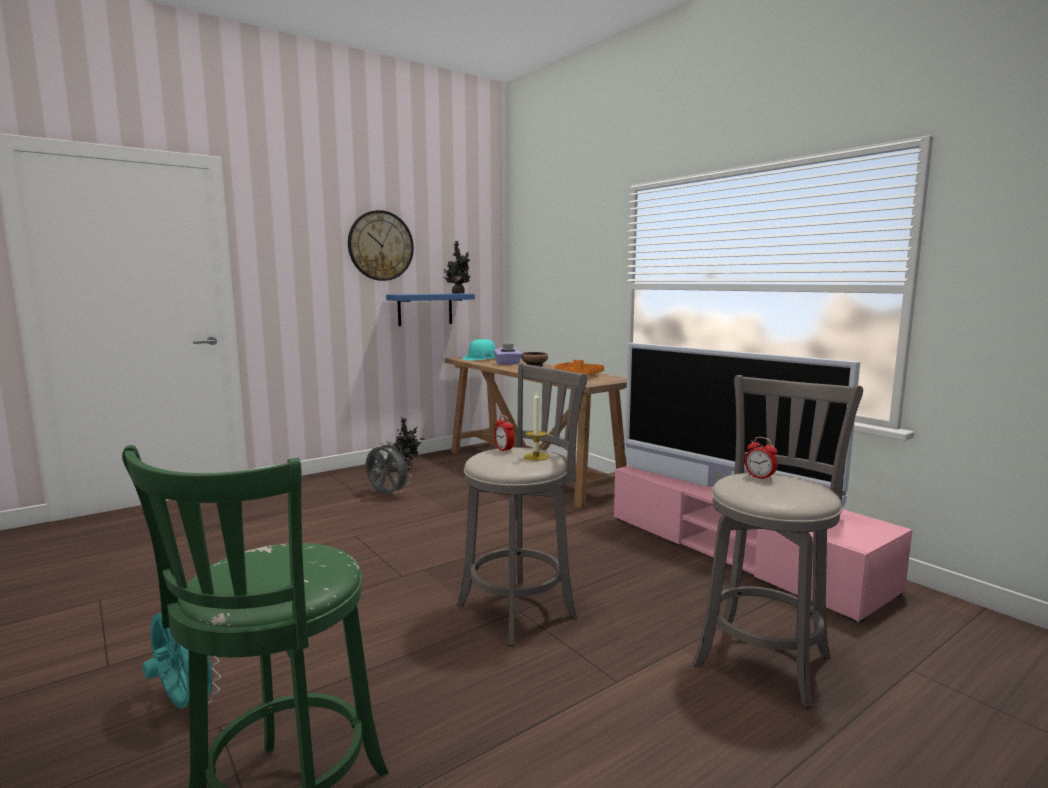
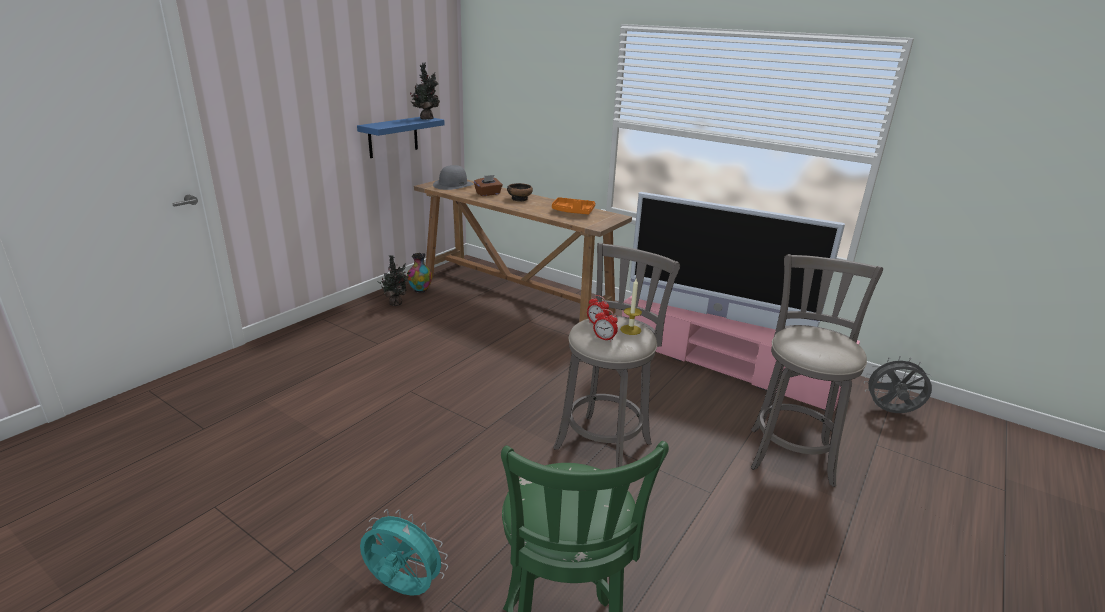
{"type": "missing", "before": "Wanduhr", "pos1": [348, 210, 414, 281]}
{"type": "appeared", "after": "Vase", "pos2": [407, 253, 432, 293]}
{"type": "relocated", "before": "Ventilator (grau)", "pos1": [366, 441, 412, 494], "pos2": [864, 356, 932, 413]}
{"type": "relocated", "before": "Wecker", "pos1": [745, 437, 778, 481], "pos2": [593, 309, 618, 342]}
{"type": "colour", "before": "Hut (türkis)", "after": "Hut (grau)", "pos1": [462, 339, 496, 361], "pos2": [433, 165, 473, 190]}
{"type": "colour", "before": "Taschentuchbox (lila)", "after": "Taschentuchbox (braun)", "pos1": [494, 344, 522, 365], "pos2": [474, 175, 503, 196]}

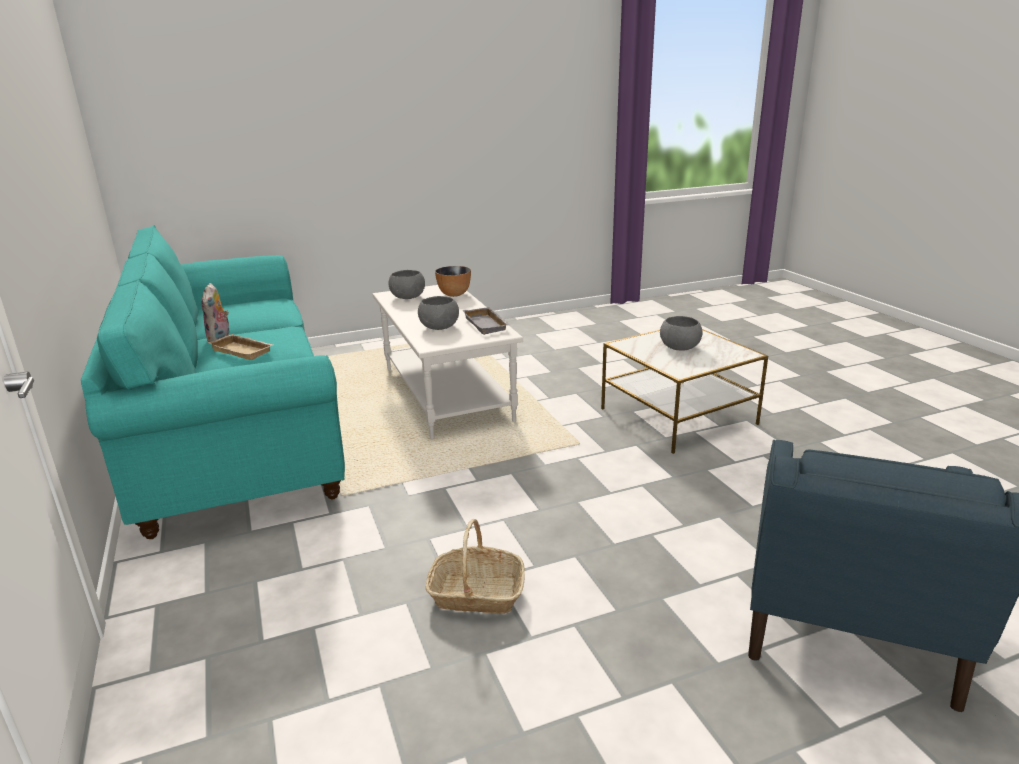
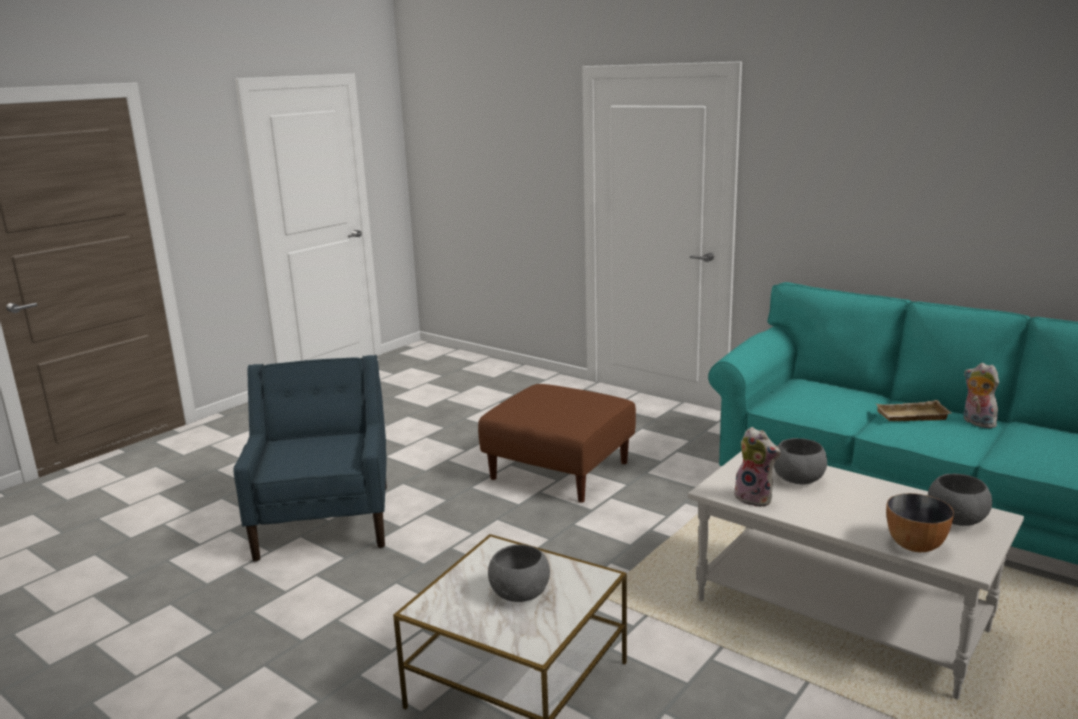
{"type": "exchanged", "before": "Korb", "after": "Polsterhocker (braun)", "pos1": [426, 519, 525, 614], "pos2": [478, 384, 636, 503]}
{"type": "exchanged", "before": "Tablett (grau)", "after": "Plüschtier", "pos1": [463, 307, 510, 335], "pos2": [731, 427, 781, 507]}

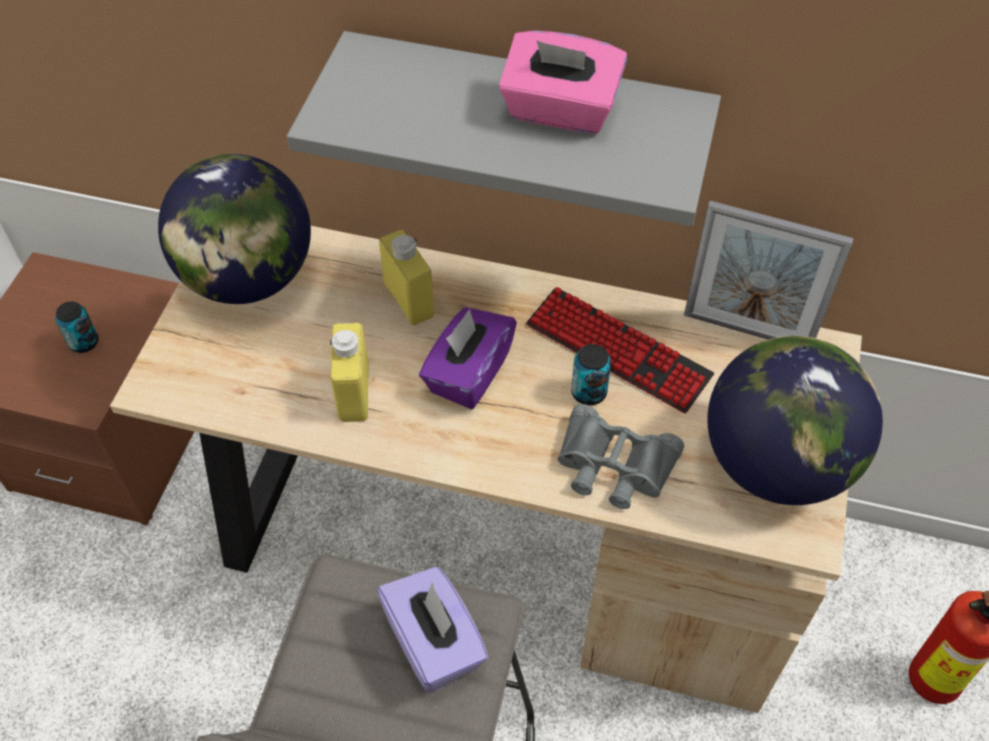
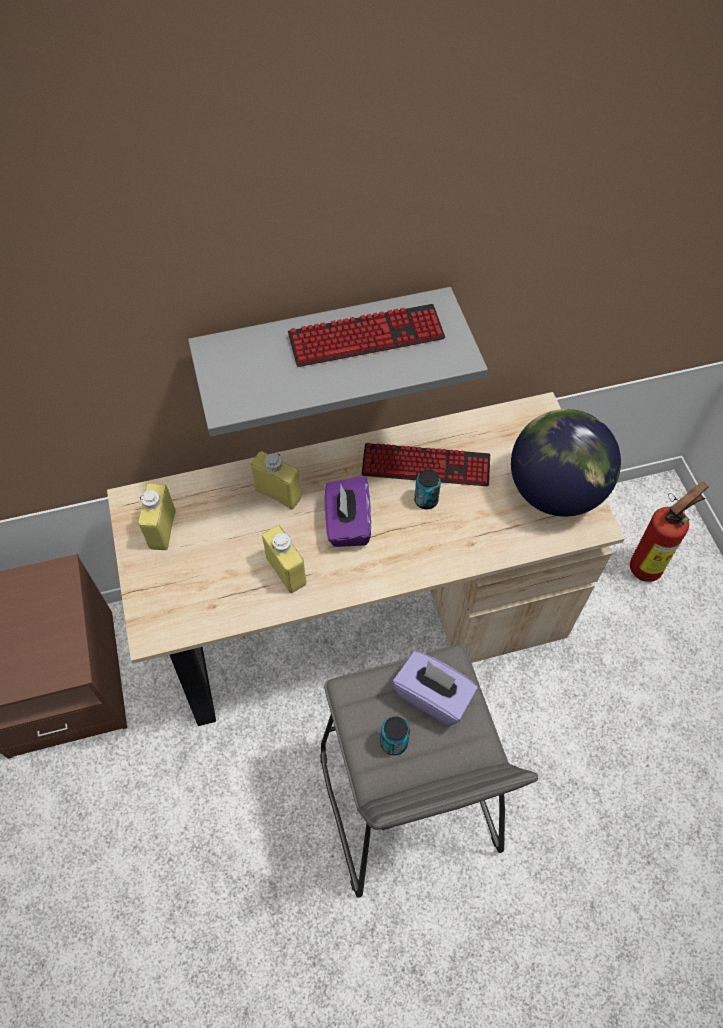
{"type": "missing", "before": "Fernglas (grau)", "pos1": [558, 404, 684, 509]}
{"type": "missing", "before": "Bilderrahmen", "pos1": [684, 201, 854, 339]}
{"type": "relocated", "before": "Dose", "pos1": [55, 301, 99, 353], "pos2": [380, 716, 410, 755]}
{"type": "exchanged", "before": "Globus", "after": "Flasche (gelb)", "pos1": [158, 154, 311, 304], "pos2": [138, 483, 176, 550]}
{"type": "exchanged", "before": "Taschentuchbox (rosa)", "after": "Tastatur", "pos1": [499, 31, 627, 134], "pos2": [288, 304, 445, 367]}

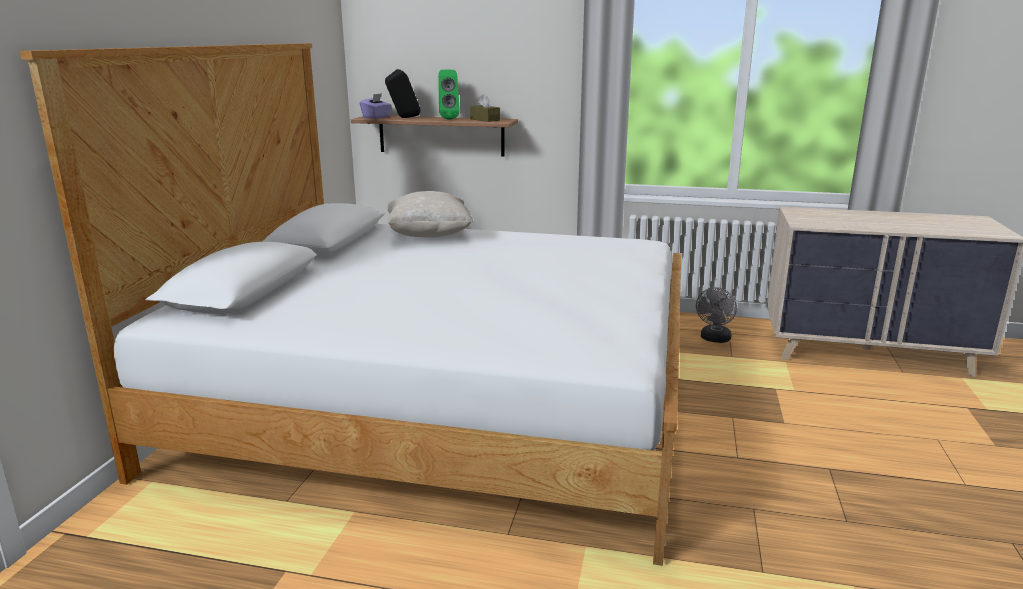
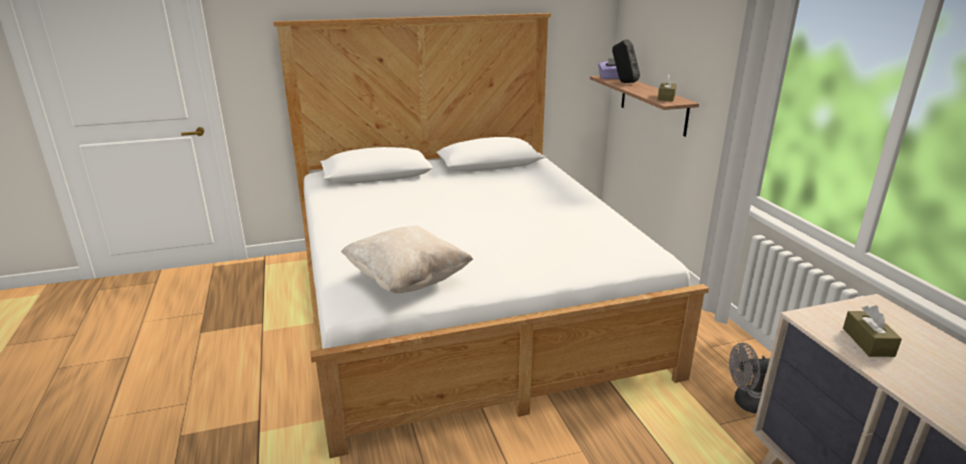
{"type": "missing", "before": "Lautsprecher (grün)", "pos1": [438, 70, 460, 119]}
{"type": "appeared", "after": "Taschentuchbox (braun)", "pos2": [843, 305, 902, 357]}
{"type": "relocated", "before": "Kissen (beige)", "pos1": [387, 191, 473, 237], "pos2": [341, 226, 473, 293]}

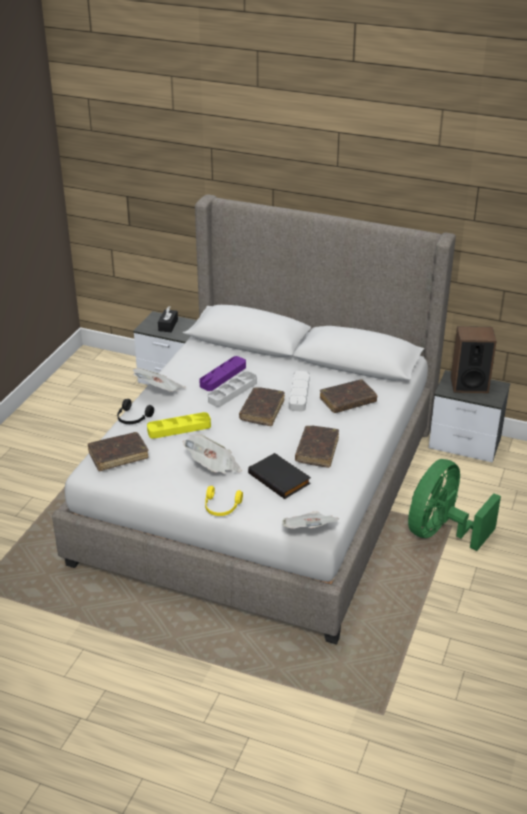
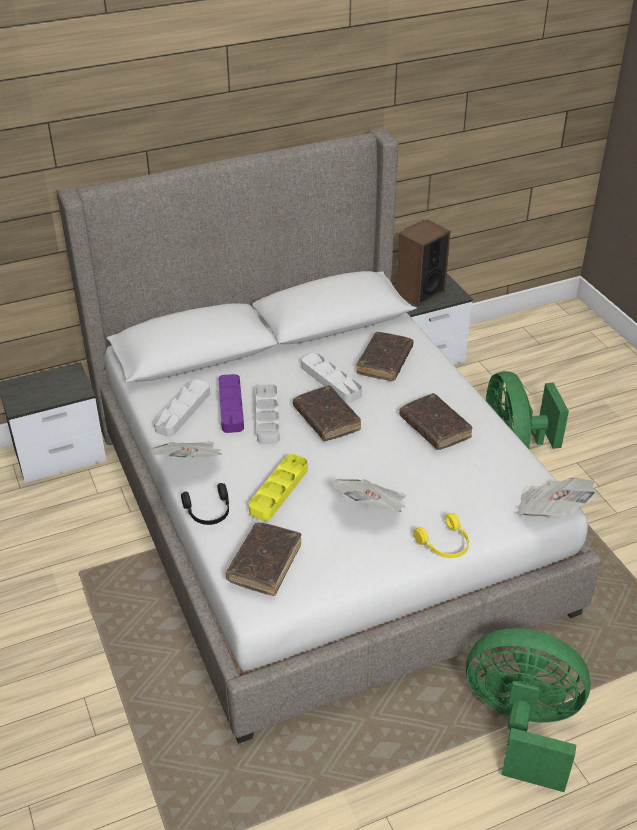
{"type": "missing", "before": "Taschentuchbox (schwarz)", "pos1": [158, 306, 178, 332]}
{"type": "missing", "before": "Buch (schwarz)", "pos1": [248, 453, 311, 499]}
{"type": "appeared", "after": "Tablett (grau)", "pos2": [154, 379, 210, 437]}
{"type": "appeared", "after": "Ventilator (grün)", "pos2": [466, 628, 591, 792]}

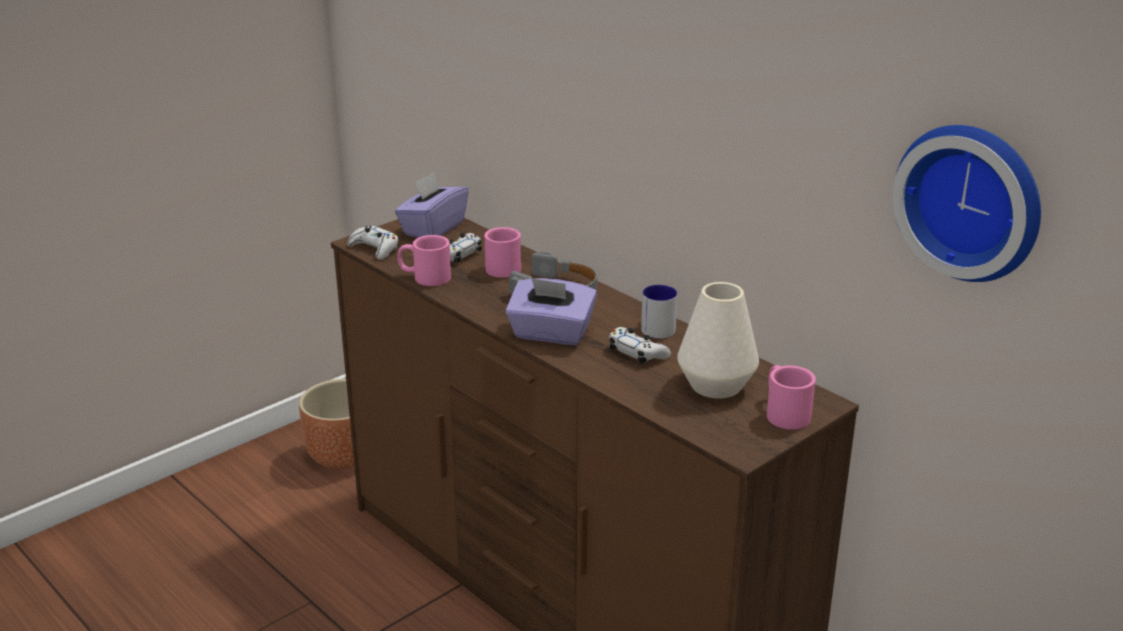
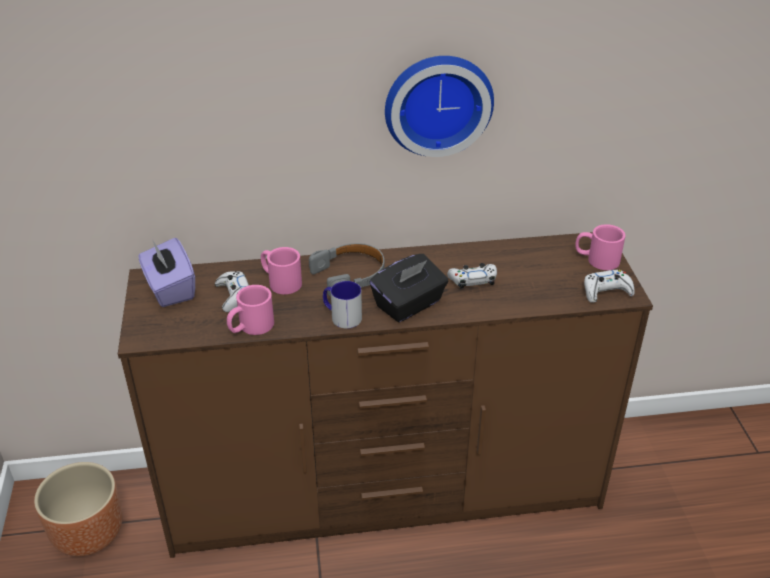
{"type": "missing", "before": "Vase (weiß)", "pos1": [677, 282, 759, 398]}
{"type": "relocated", "before": "Gamepad (weiß)", "pos1": [347, 226, 399, 260], "pos2": [584, 270, 635, 303]}
{"type": "relocated", "before": "Henkelbecher", "pos1": [641, 285, 678, 339], "pos2": [323, 281, 362, 329]}
{"type": "relocated", "before": "Wanduhr", "pos1": [893, 125, 1041, 282], "pos2": [385, 56, 494, 157]}
{"type": "colour", "before": "Taschentuchbox (lila)", "after": "Taschentuchbox (schwarz)", "pos1": [506, 278, 597, 345], "pos2": [370, 254, 449, 322]}

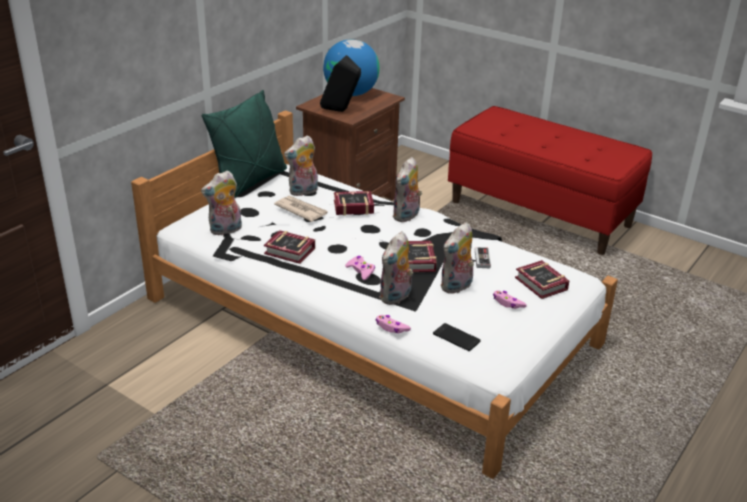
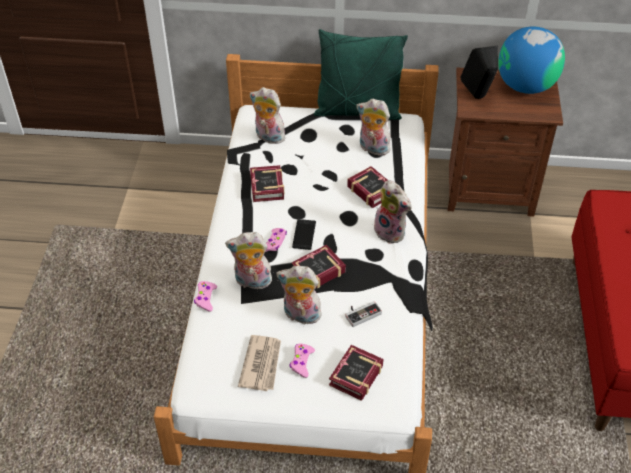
{"type": "relocated", "before": "Zeitung", "pos1": [274, 196, 328, 222], "pos2": [238, 335, 281, 391]}
{"type": "relocated", "before": "Handy", "pos1": [433, 323, 481, 351], "pos2": [292, 219, 316, 250]}
{"type": "spun", "before": "Plüschtier", "pos1": [392, 157, 422, 222], "pos2": [373, 180, 412, 244], "turn": -135}

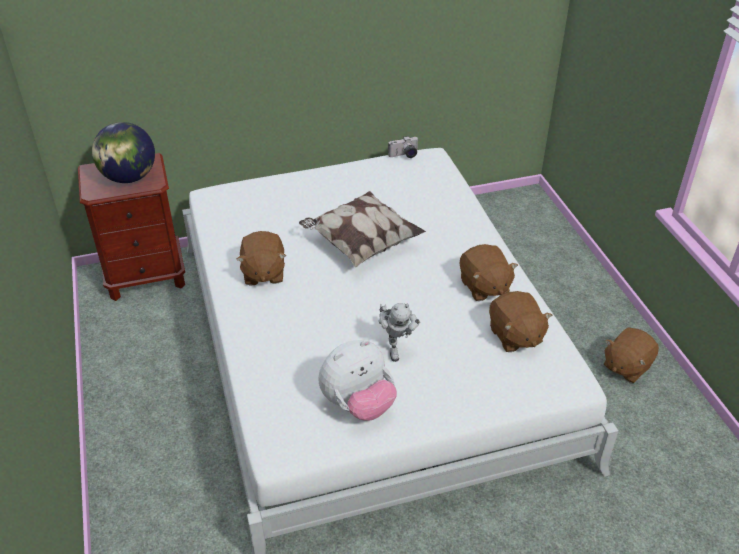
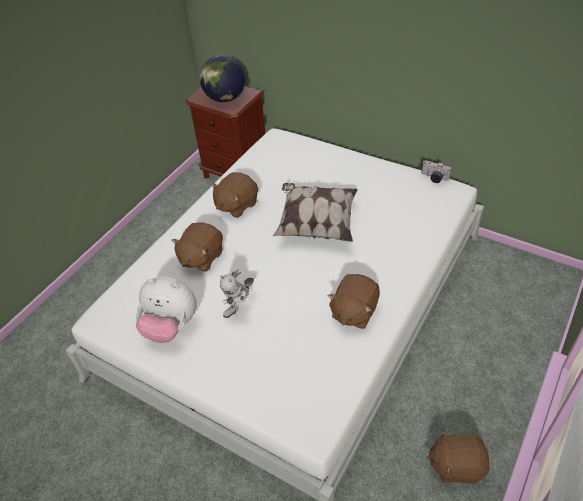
{"type": "relocated", "before": "Plüschtier (braun)", "pos1": [489, 291, 552, 352], "pos2": [171, 222, 223, 272]}

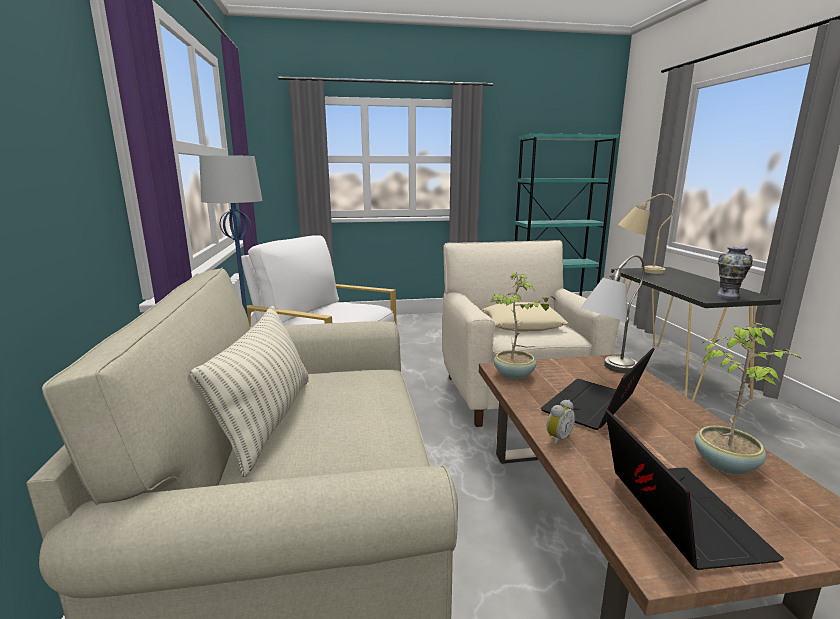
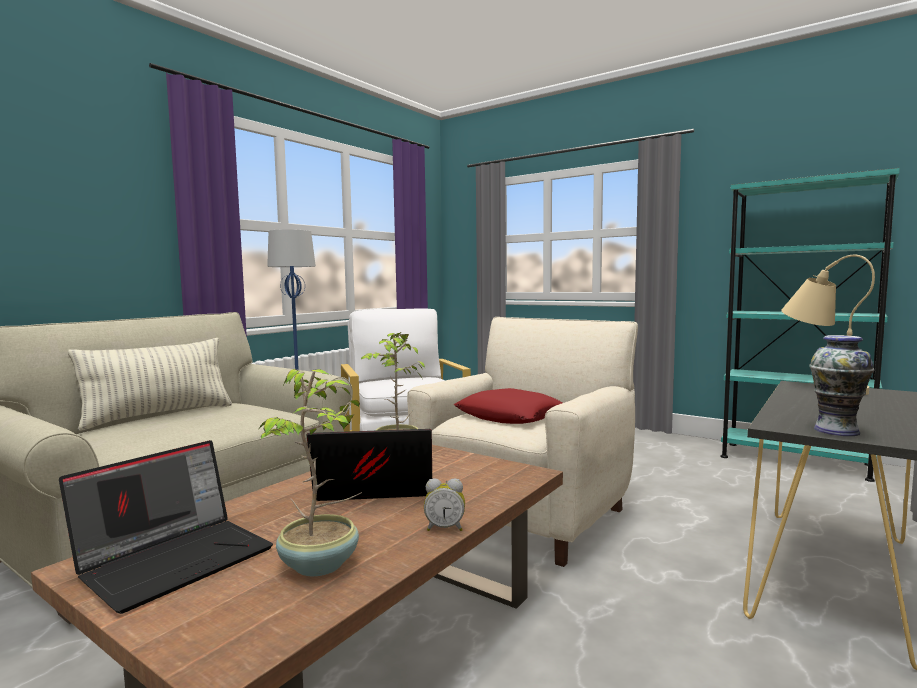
{"type": "missing", "before": "Tischlampe (grau)", "pos1": [580, 255, 645, 373]}
{"type": "relocated", "before": "Wecker", "pos1": [547, 400, 575, 446], "pos2": [424, 478, 465, 531]}
{"type": "colour", "before": "Kissen (beige)", "after": "Kissen (rot)", "pos1": [482, 302, 568, 332], "pos2": [454, 388, 563, 424]}

